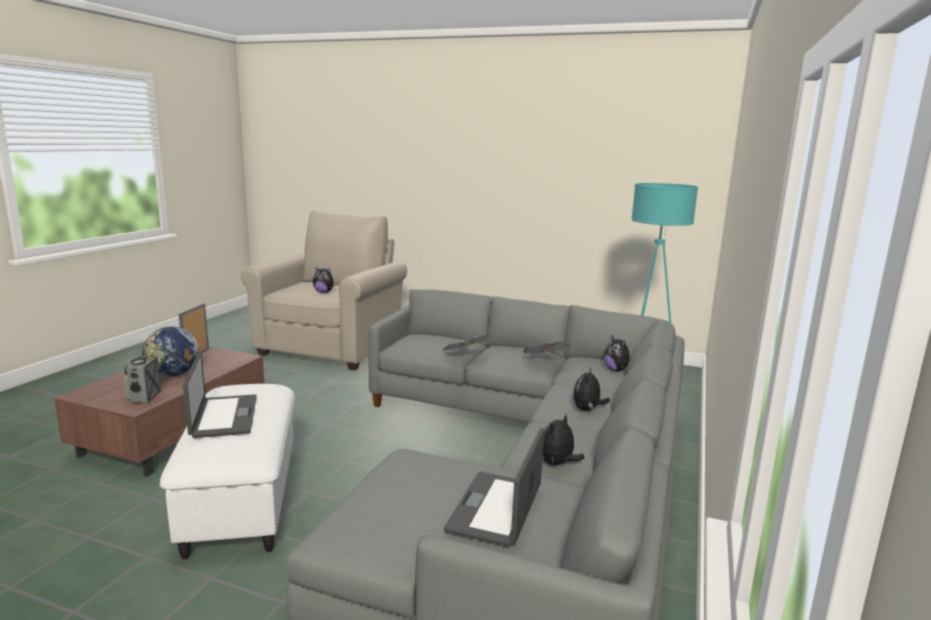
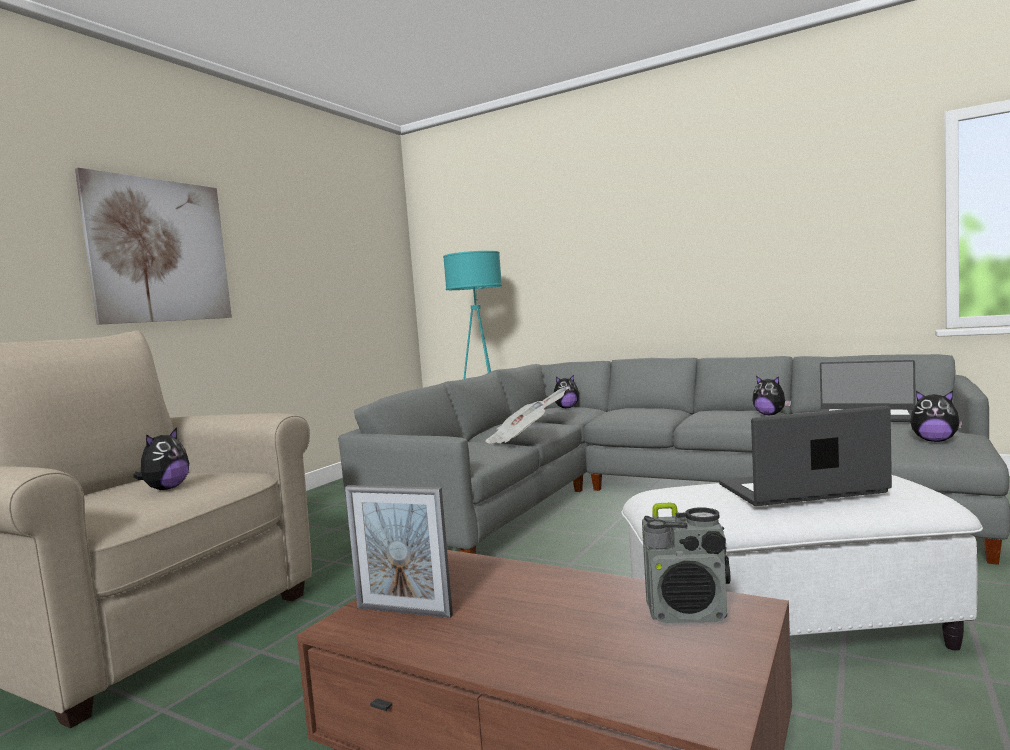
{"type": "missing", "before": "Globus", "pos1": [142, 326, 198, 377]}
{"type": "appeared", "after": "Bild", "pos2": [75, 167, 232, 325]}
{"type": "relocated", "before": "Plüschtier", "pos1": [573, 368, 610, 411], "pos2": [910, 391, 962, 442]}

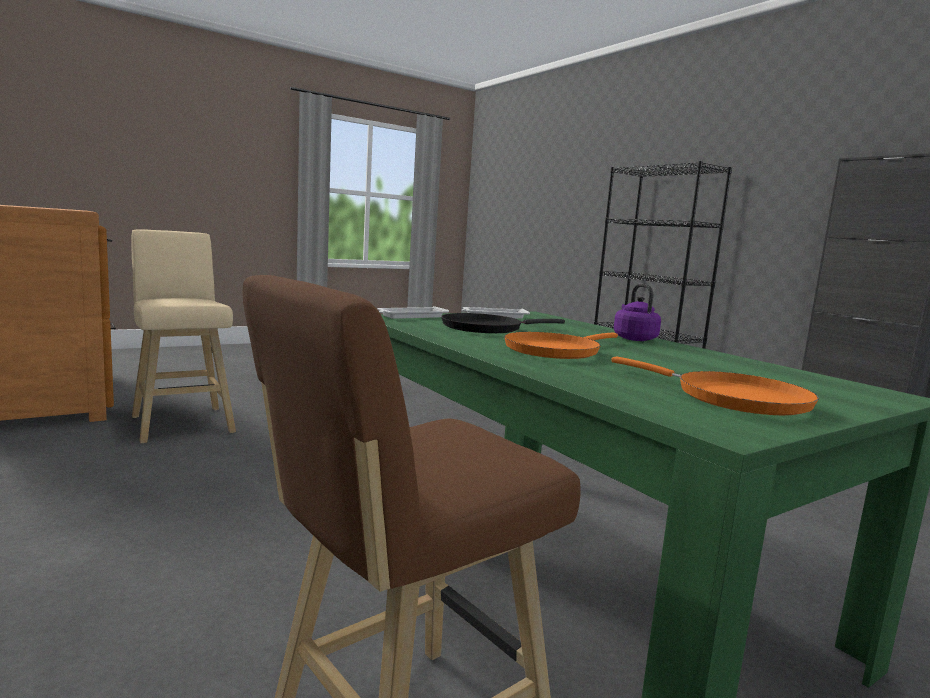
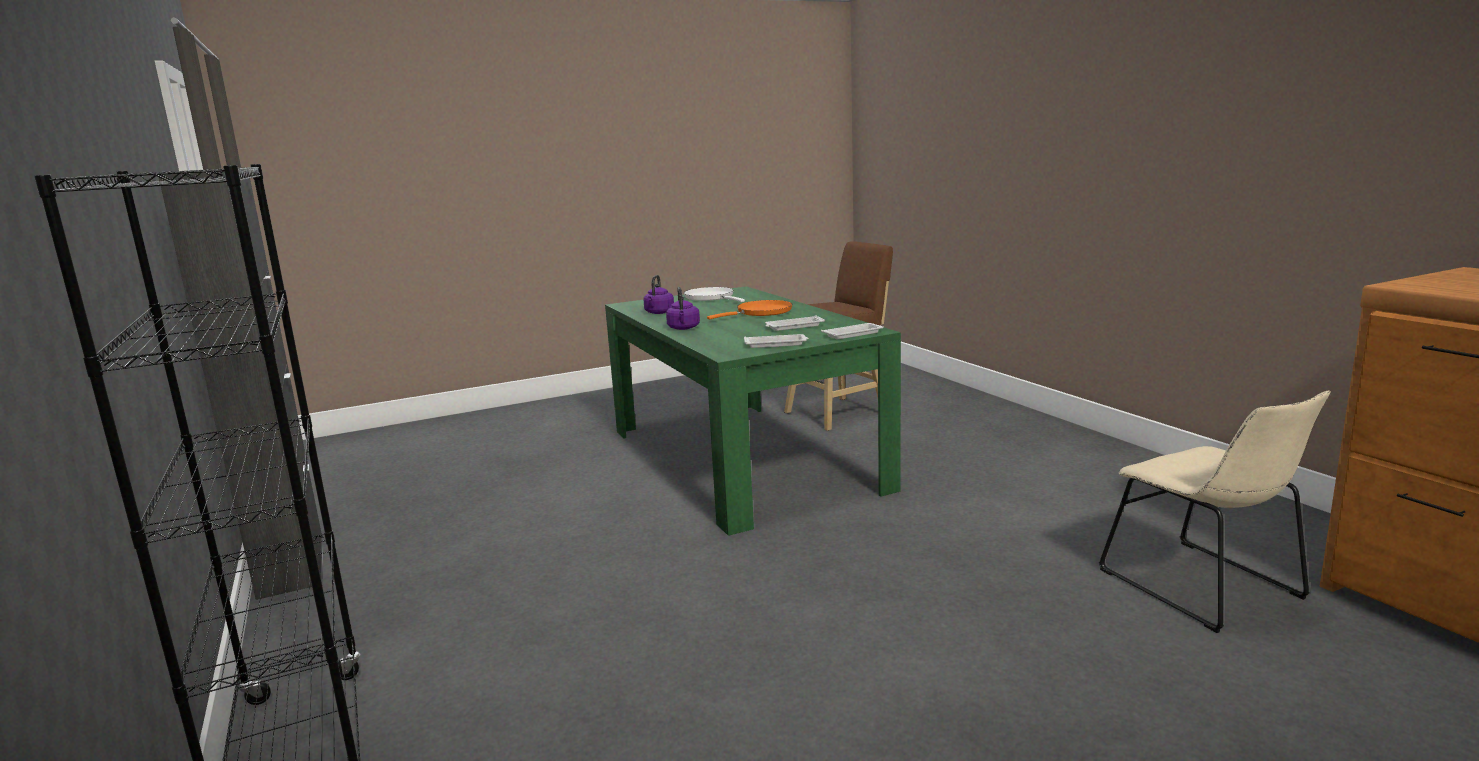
{"type": "appeared", "after": "Wasserkessel (lila)", "pos2": [643, 275, 674, 314]}
{"type": "exchanged", "before": "Hocker (beige)", "after": "Stuhl (beige)", "pos1": [131, 229, 236, 443], "pos2": [1099, 391, 1330, 633]}
{"type": "exchanged", "before": "Pfanne (schwarz)", "after": "Tablett (weiß)", "pos1": [441, 313, 565, 333], "pos2": [765, 315, 825, 331]}
{"type": "colour", "before": "Pfanne (orange)", "after": "Pfanne (weiß)", "pos1": [611, 357, 819, 415], "pos2": [684, 287, 745, 302]}

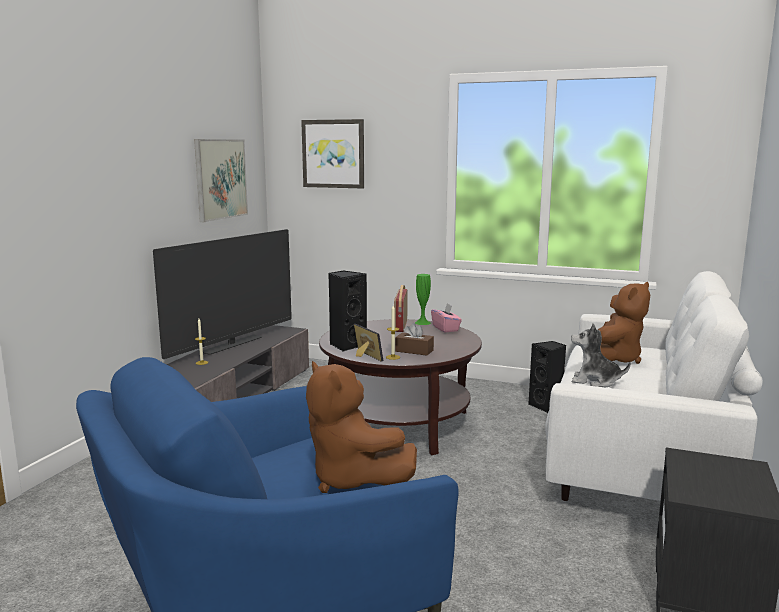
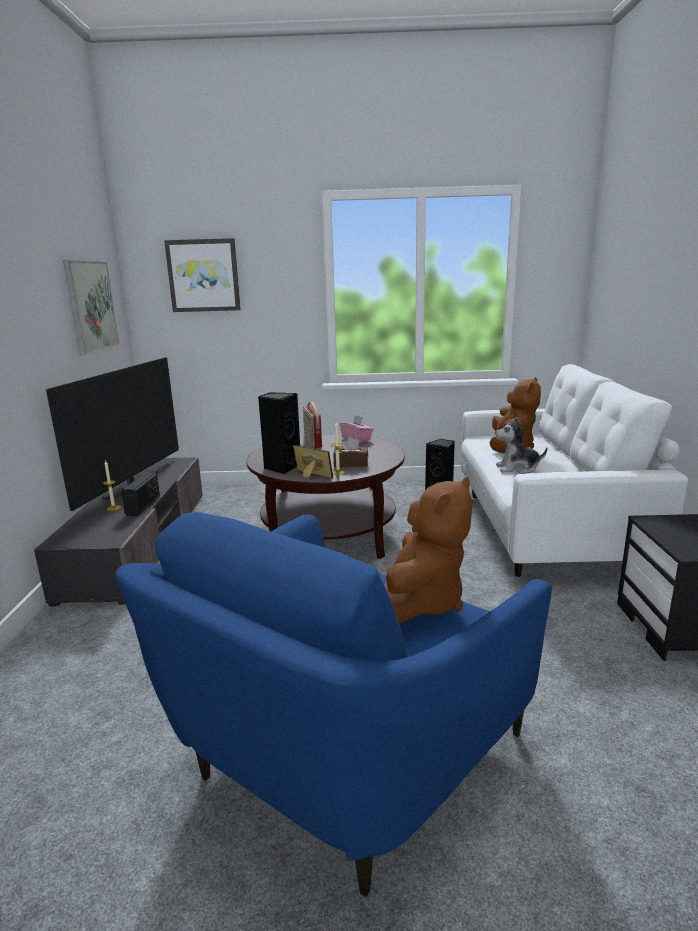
{"type": "missing", "before": "Vase (grün)", "pos1": [415, 274, 431, 325]}
{"type": "appeared", "after": "Radio", "pos2": [121, 472, 160, 516]}
{"type": "spun", "before": "Plüschtier (braun)", "pos1": [306, 361, 417, 493], "pos2": [384, 477, 473, 624], "turn": -90}

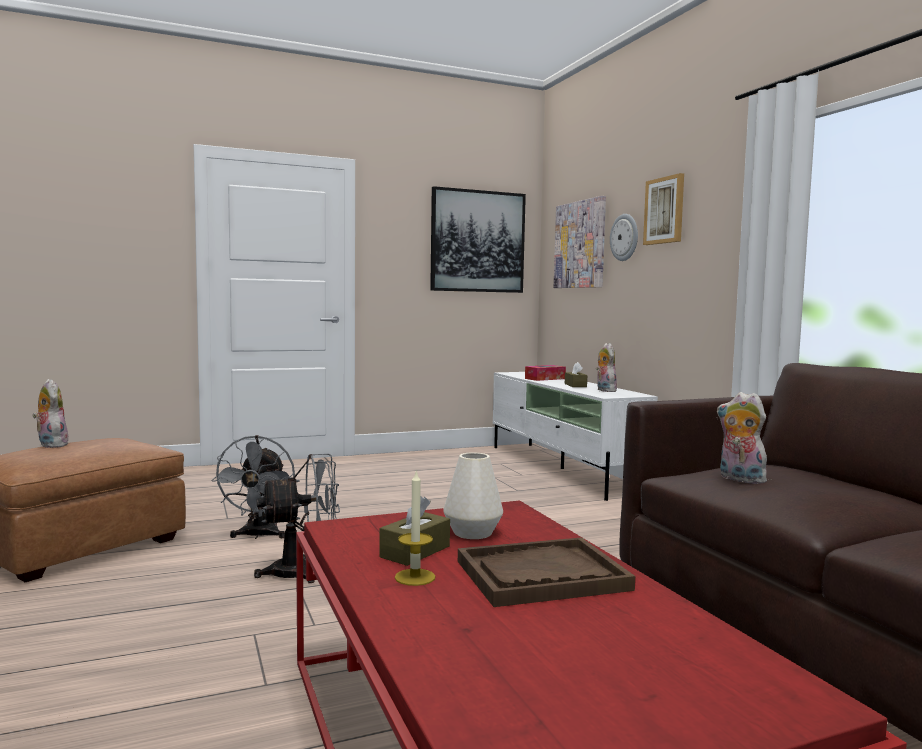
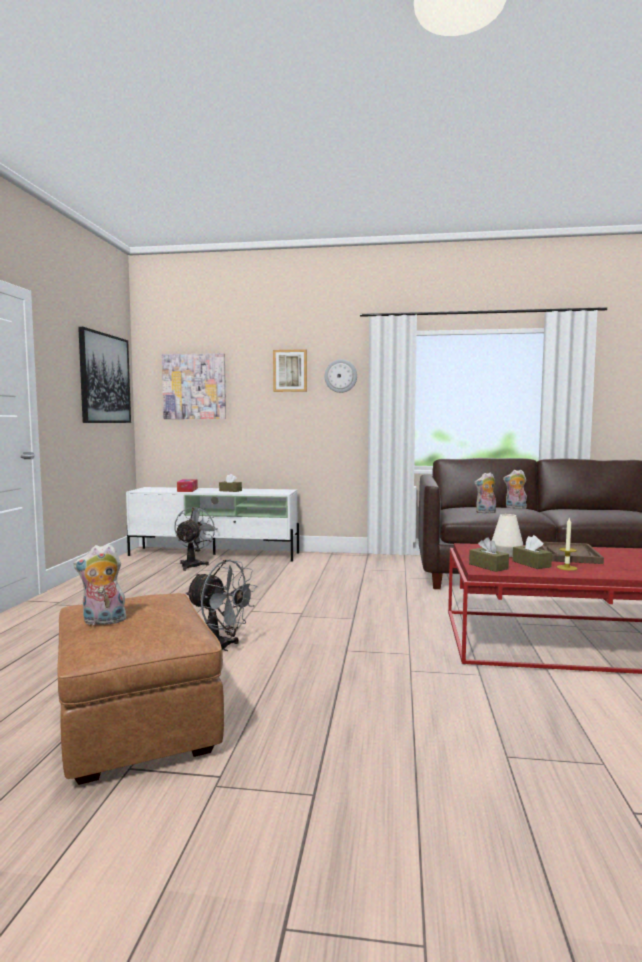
{"type": "appeared", "after": "Taschentuchbox (braun)", "pos2": [469, 537, 509, 572]}
{"type": "relocated", "before": "Ventilator (grau)", "pos1": [254, 454, 340, 583], "pos2": [174, 507, 218, 571]}
{"type": "relocated", "before": "Plüschtier", "pos1": [596, 343, 617, 392], "pos2": [503, 470, 527, 509]}
{"type": "relocated", "before": "Wanduhr", "pos1": [610, 214, 638, 261], "pos2": [324, 359, 357, 393]}

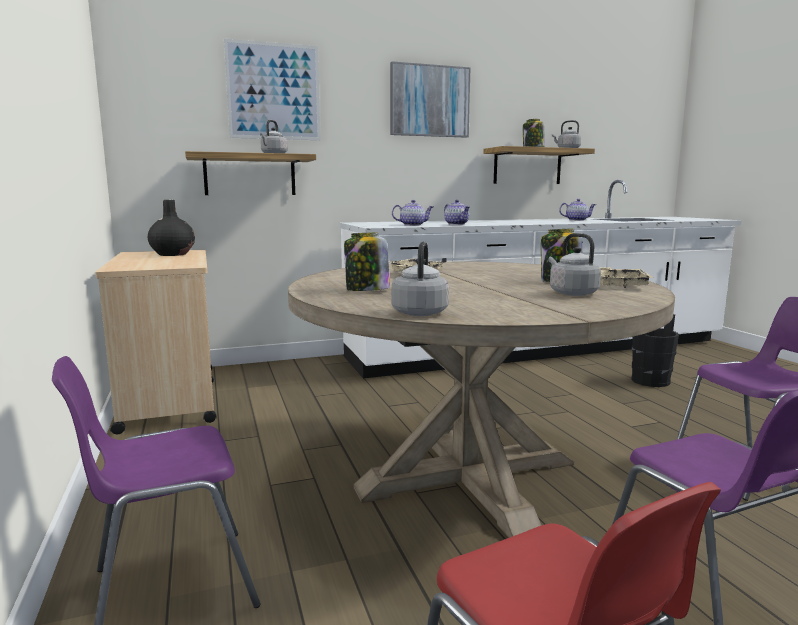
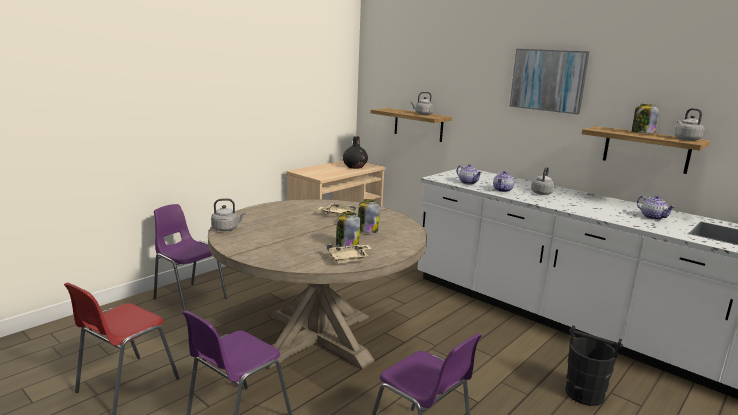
{"type": "missing", "before": "Bild", "pos1": [224, 39, 321, 140]}
{"type": "relocated", "before": "Vorratsglas", "pos1": [344, 232, 390, 291], "pos2": [358, 199, 380, 233]}
{"type": "relocated", "before": "Wasserkessel (grau)", "pos1": [548, 233, 601, 296], "pos2": [531, 167, 555, 195]}

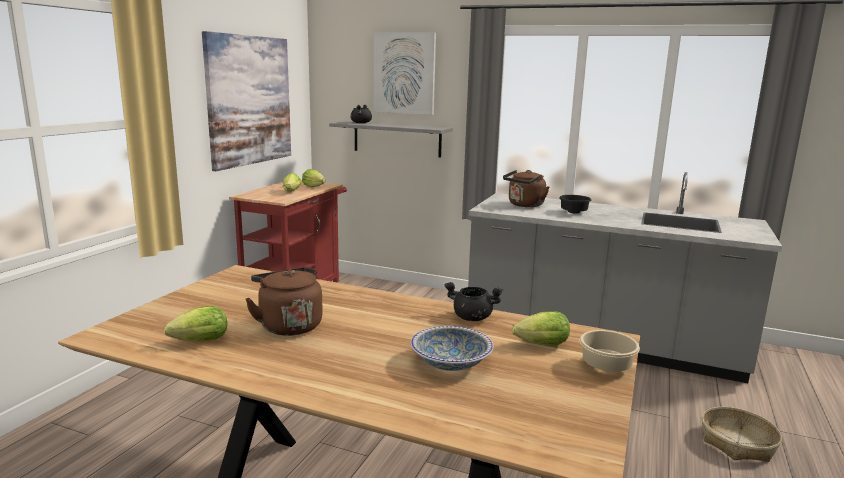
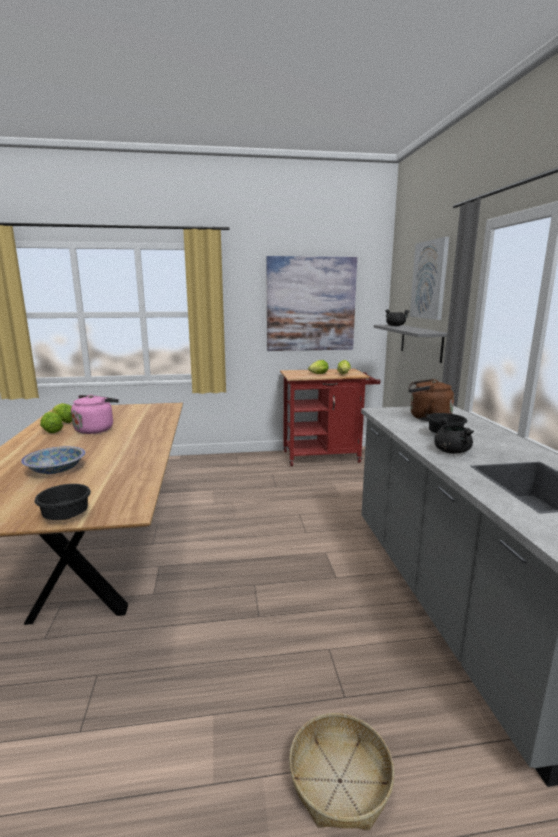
{"type": "relocated", "before": "Kochtopf (schwarz)", "pos1": [444, 282, 503, 321], "pos2": [434, 418, 474, 454]}
{"type": "relocated", "before": "Salatkopf", "pos1": [512, 311, 570, 345], "pos2": [40, 411, 63, 433]}
{"type": "colour", "before": "Wasserkessel (braun)", "after": "Wasserkessel (rosa)", "pos1": [245, 267, 323, 336], "pos2": [71, 395, 119, 434]}
{"type": "colour", "before": "Schüssel (beige)", "after": "Schüssel (schwarz)", "pos1": [579, 330, 640, 372], "pos2": [35, 484, 91, 520]}

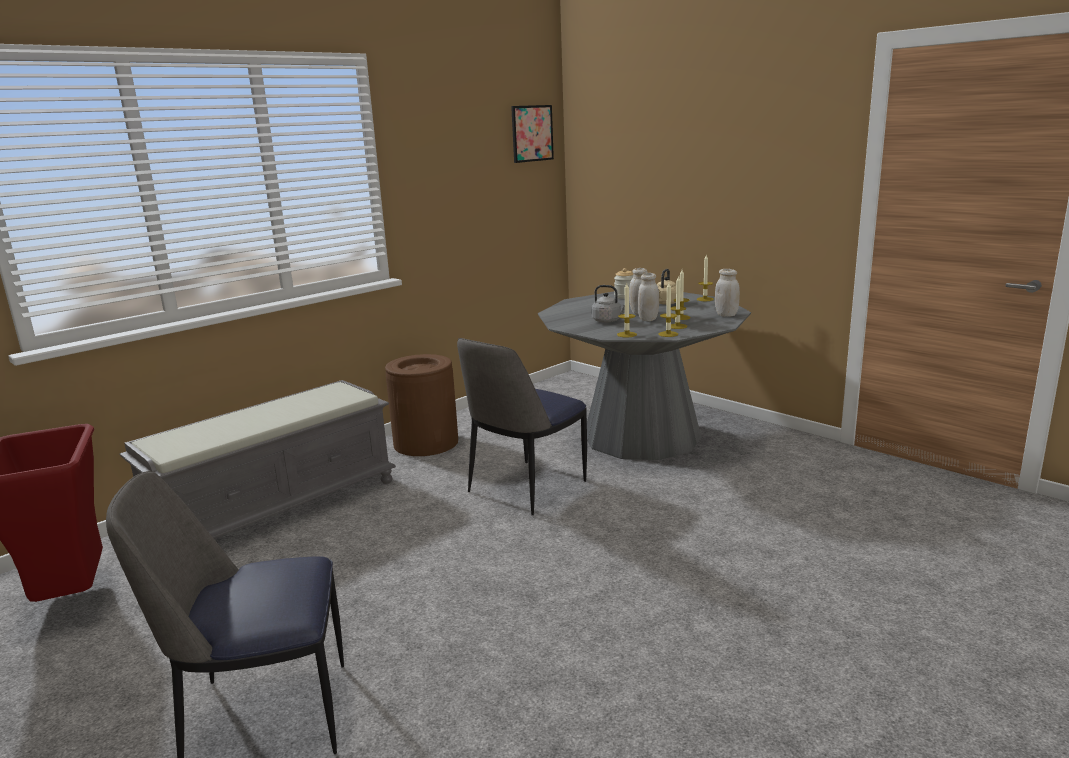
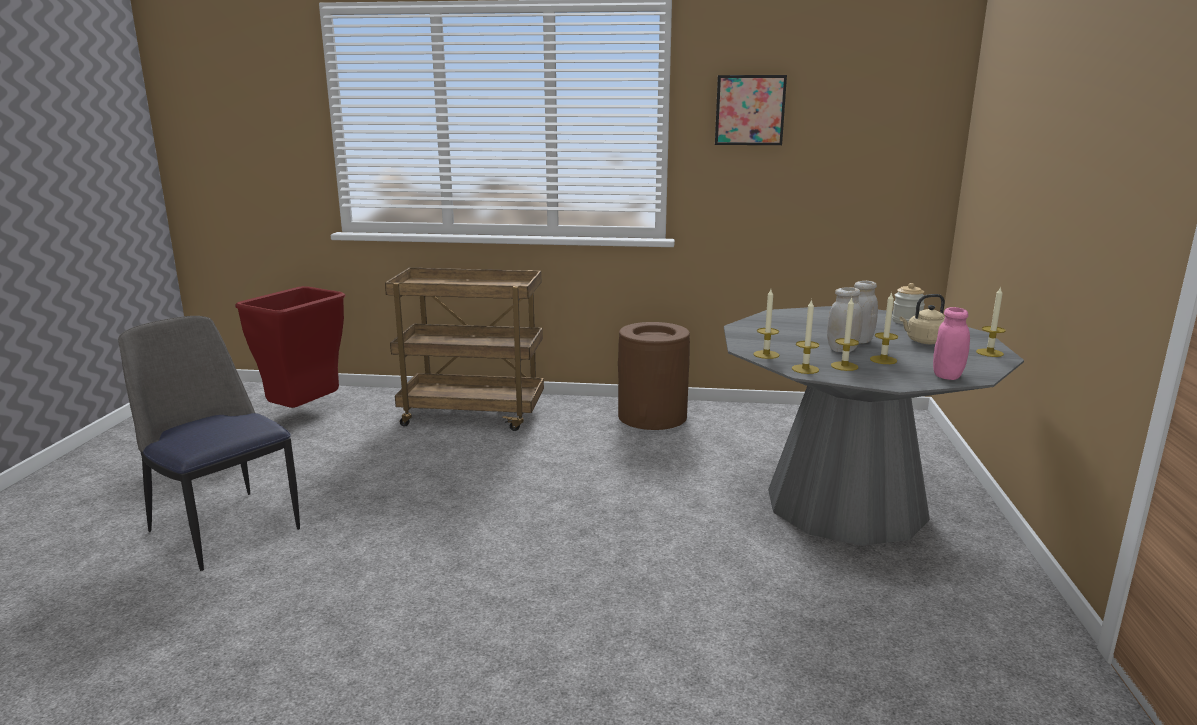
{"type": "missing", "before": "Stuhl", "pos1": [457, 338, 587, 515]}
{"type": "missing", "before": "Wasserkessel (grau)", "pos1": [591, 285, 625, 323]}
{"type": "relocated", "before": "Bild", "pos1": [511, 105, 554, 163], "pos2": [715, 75, 787, 145]}
{"type": "exchanged", "before": "Bank (grau)", "after": "Rollwagen (braun)", "pos1": [119, 380, 396, 538], "pos2": [385, 268, 544, 431]}
{"type": "colour", "before": "Vorratsglas (weiß)", "after": "Vorratsglas (rosa)", "pos1": [715, 269, 740, 317], "pos2": [933, 307, 970, 380]}

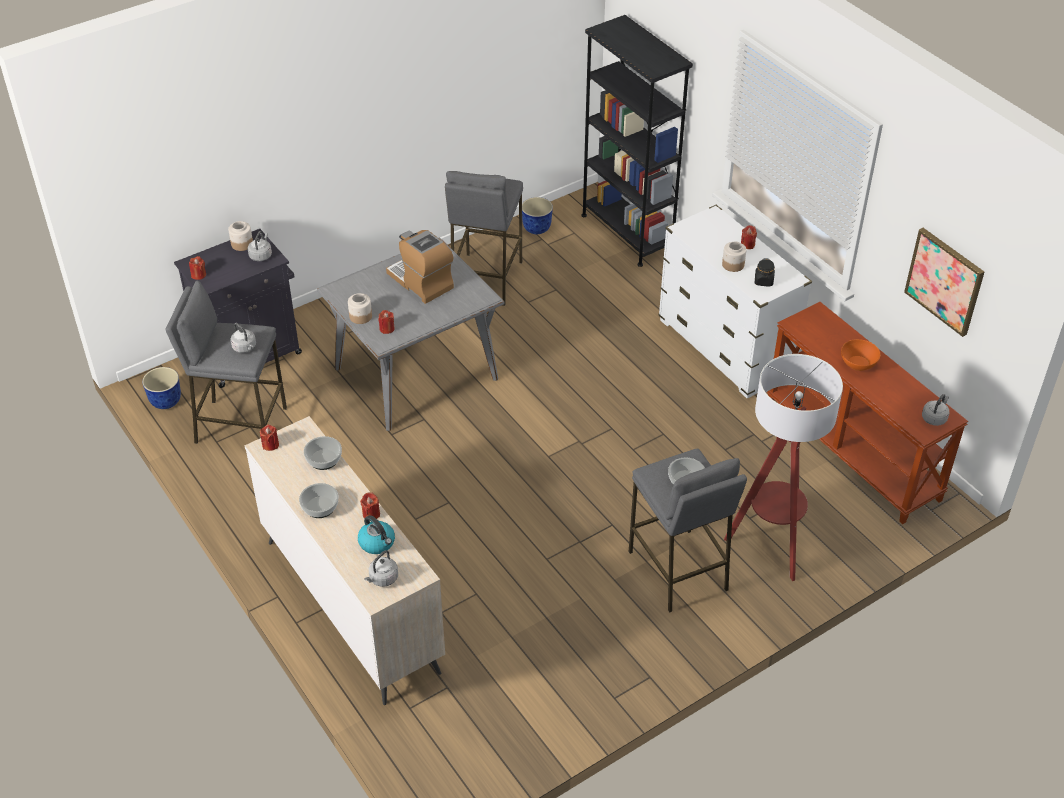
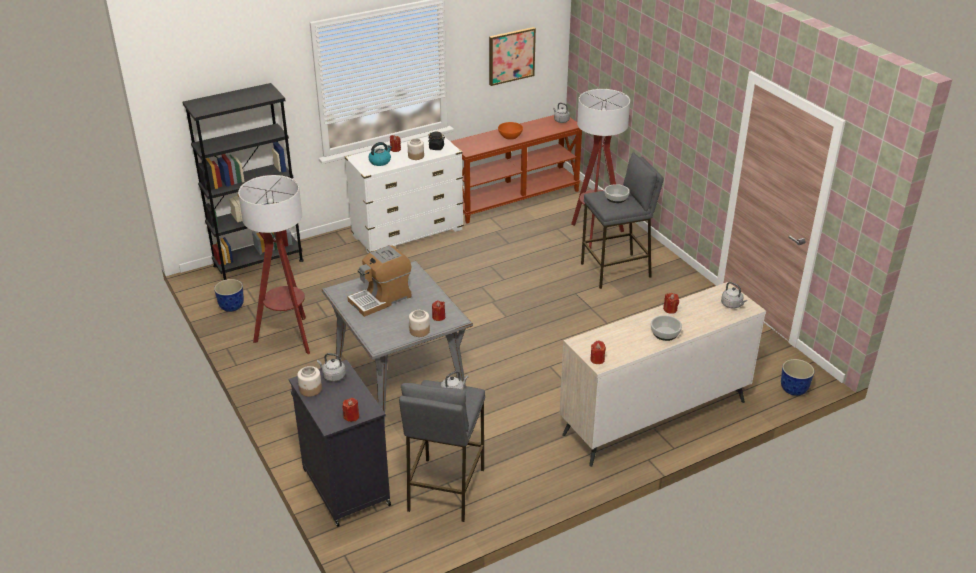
{"type": "missing", "before": "Schüssel", "pos1": [304, 436, 342, 470]}
{"type": "relocated", "before": "Pflanzkübel", "pos1": [142, 367, 181, 409], "pos2": [781, 359, 815, 396]}
{"type": "relocated", "before": "Wasserkessel", "pos1": [358, 515, 395, 554], "pos2": [368, 142, 392, 166]}
{"type": "exchanged", "before": "Hocker (grau)", "after": "Stehlampe", "pos1": [445, 171, 523, 306], "pos2": [238, 175, 310, 354]}

